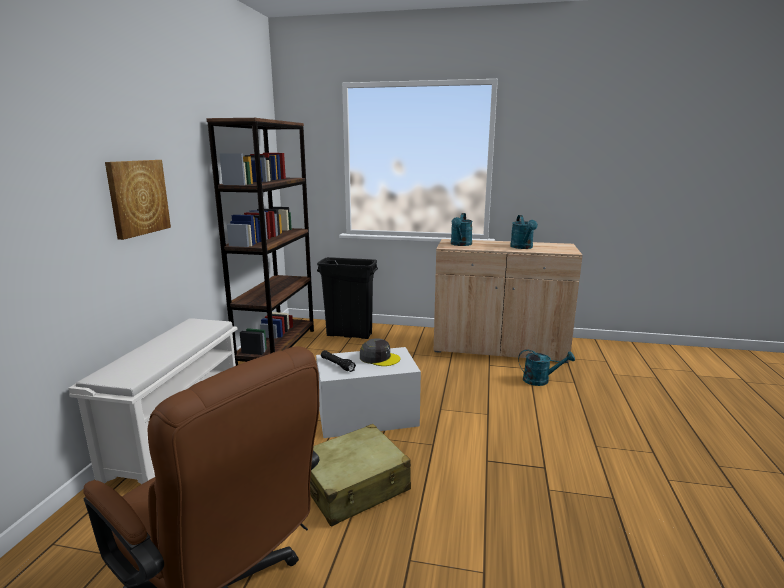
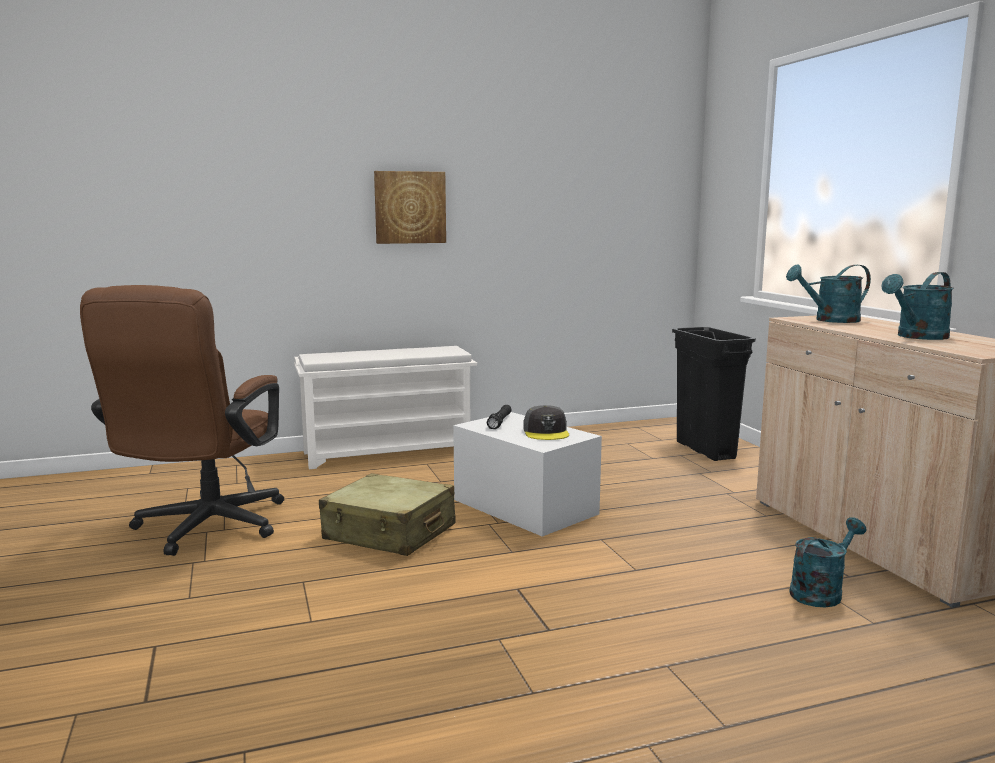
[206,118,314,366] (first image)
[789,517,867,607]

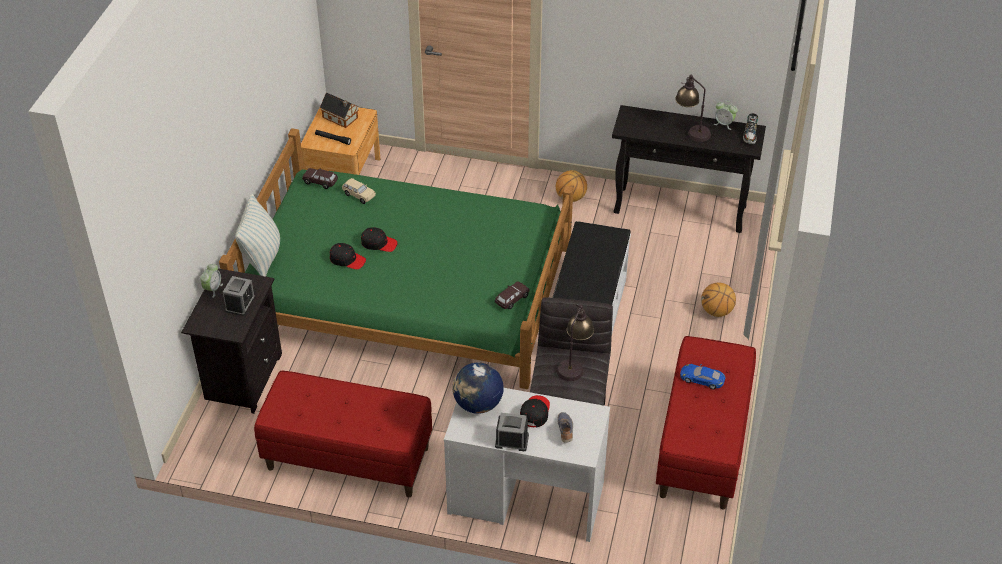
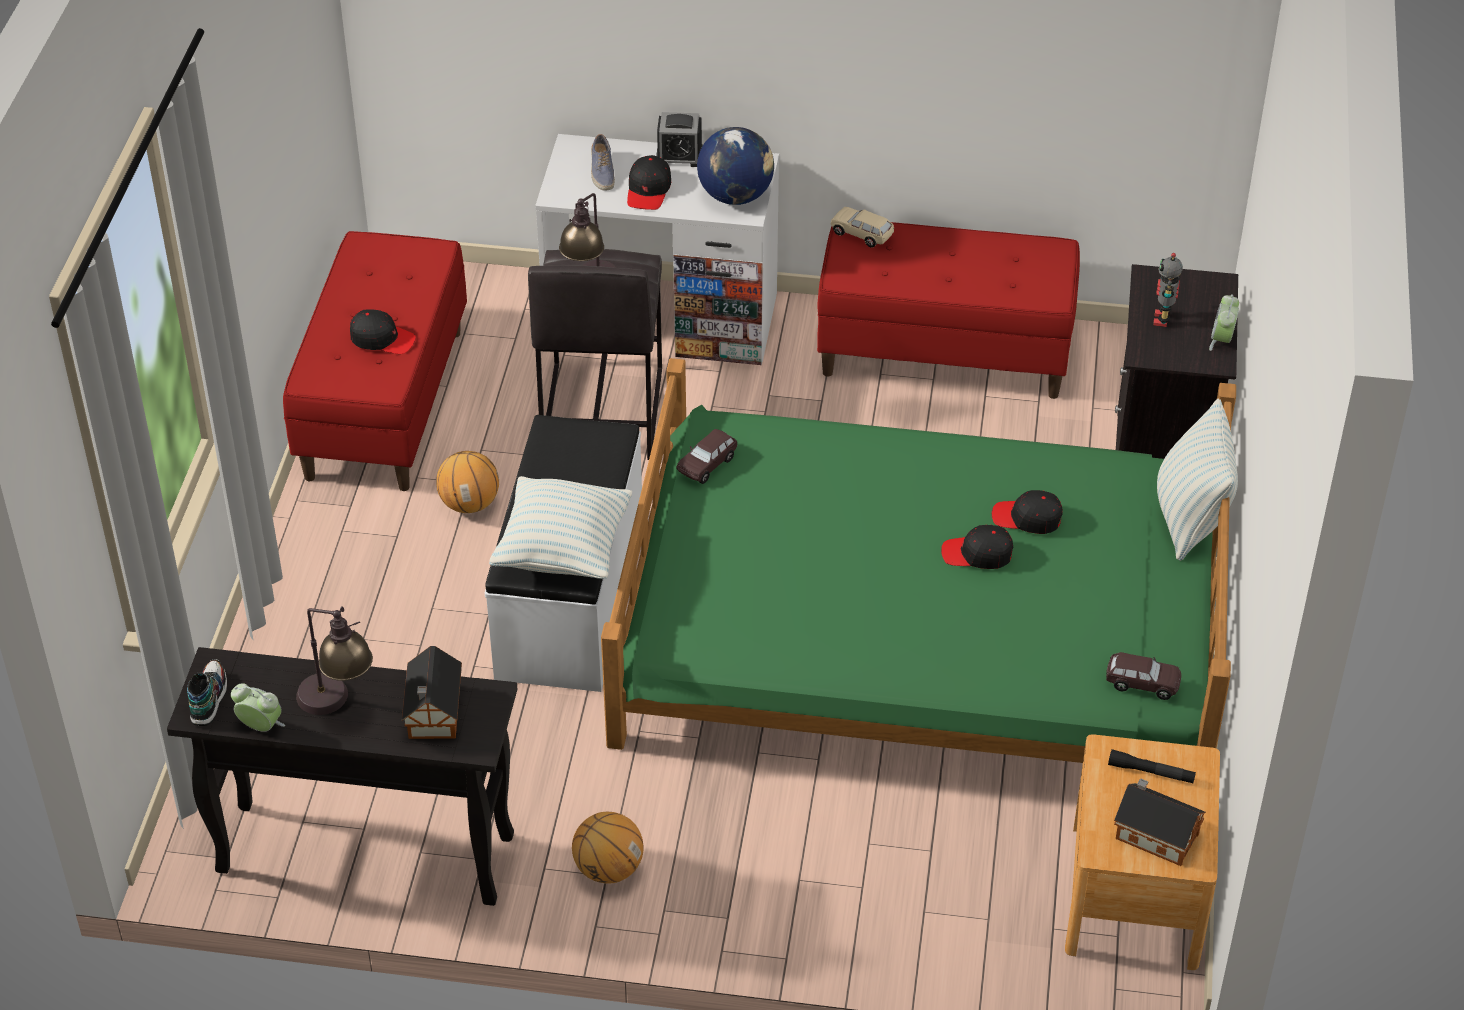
[1153,253,1183,327]
[831,207,894,248]
[350,309,416,354]
[436,451,499,513]
[402,646,462,739]
[489,476,632,579]

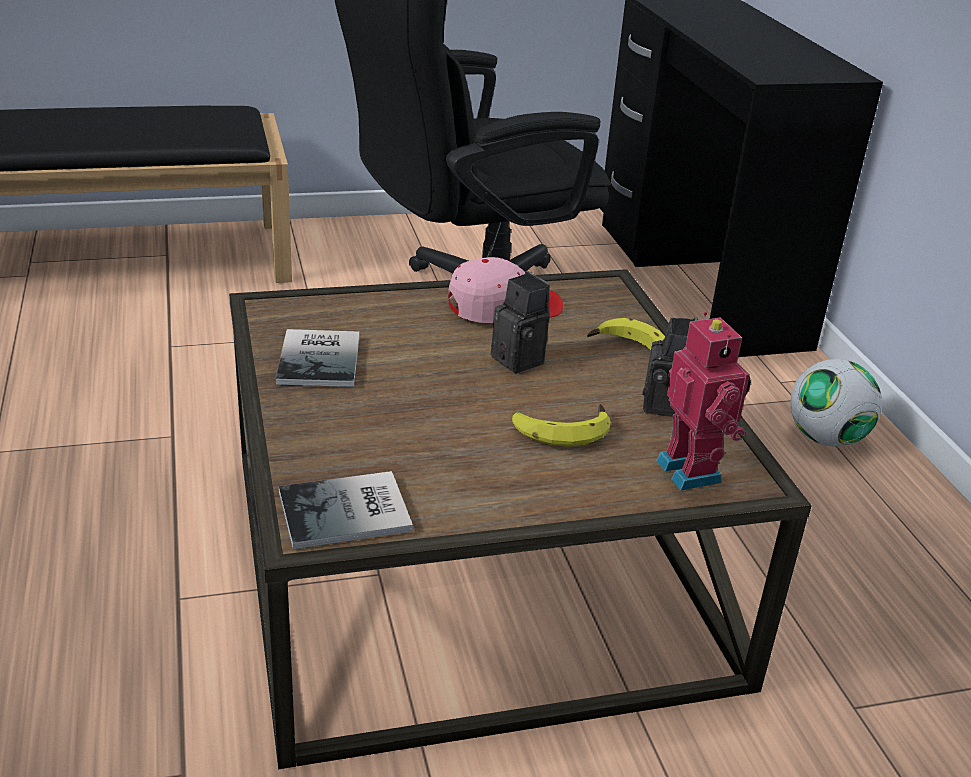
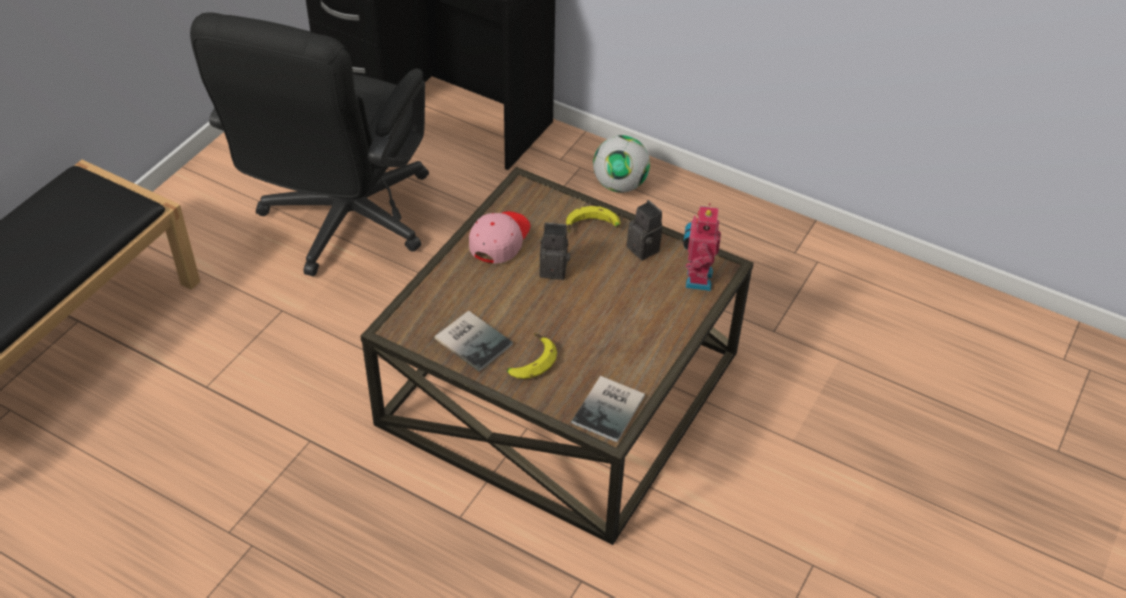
[507,333,557,379]
[683,203,721,291]

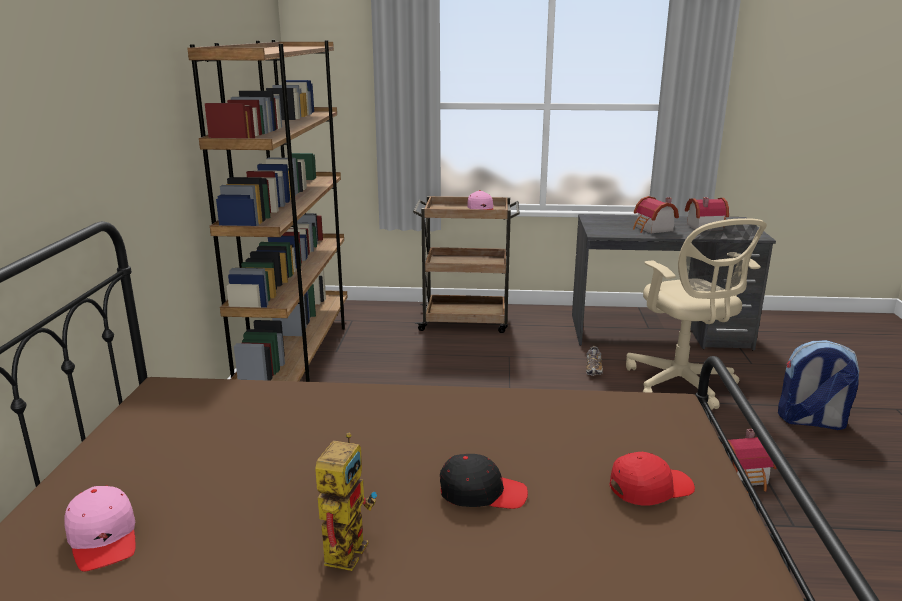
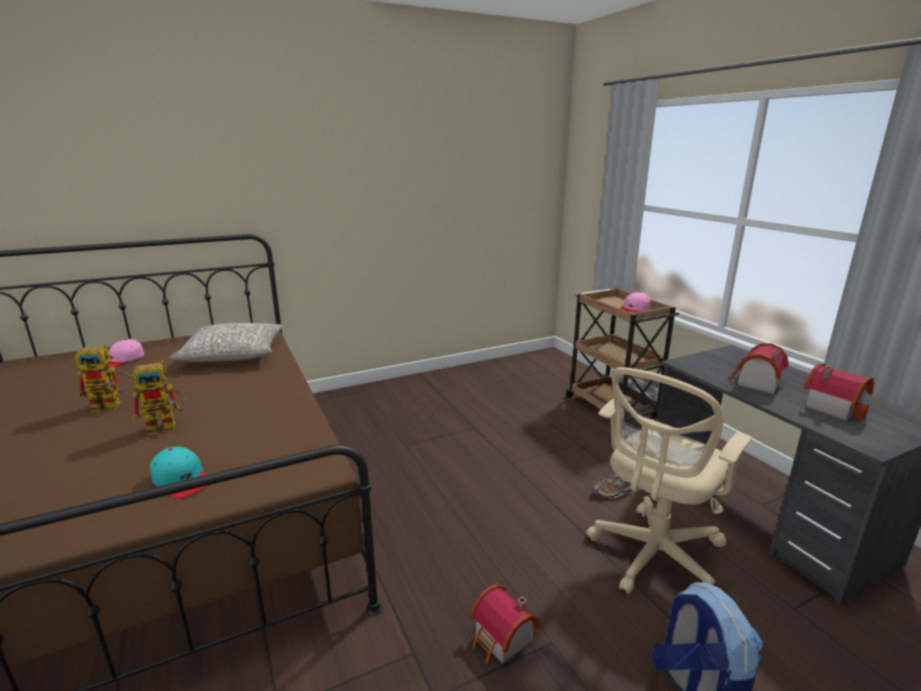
[187,40,348,382] (first image)
[131,361,186,436]
[150,447,209,499]
[170,323,284,362]

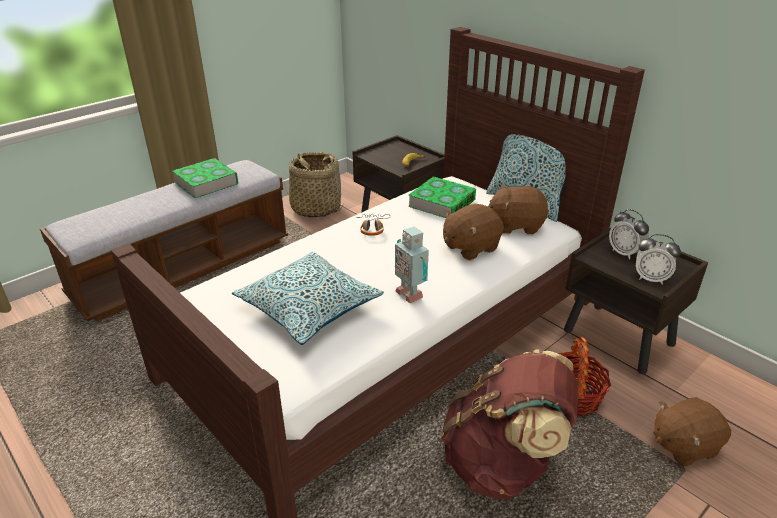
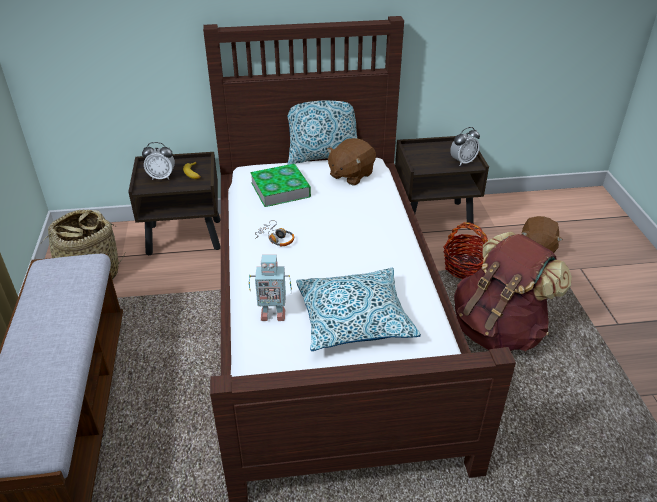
[172,158,238,198] (first image)
[249,255,292,321]
[443,204,504,260] (first image)
[142,142,175,180]

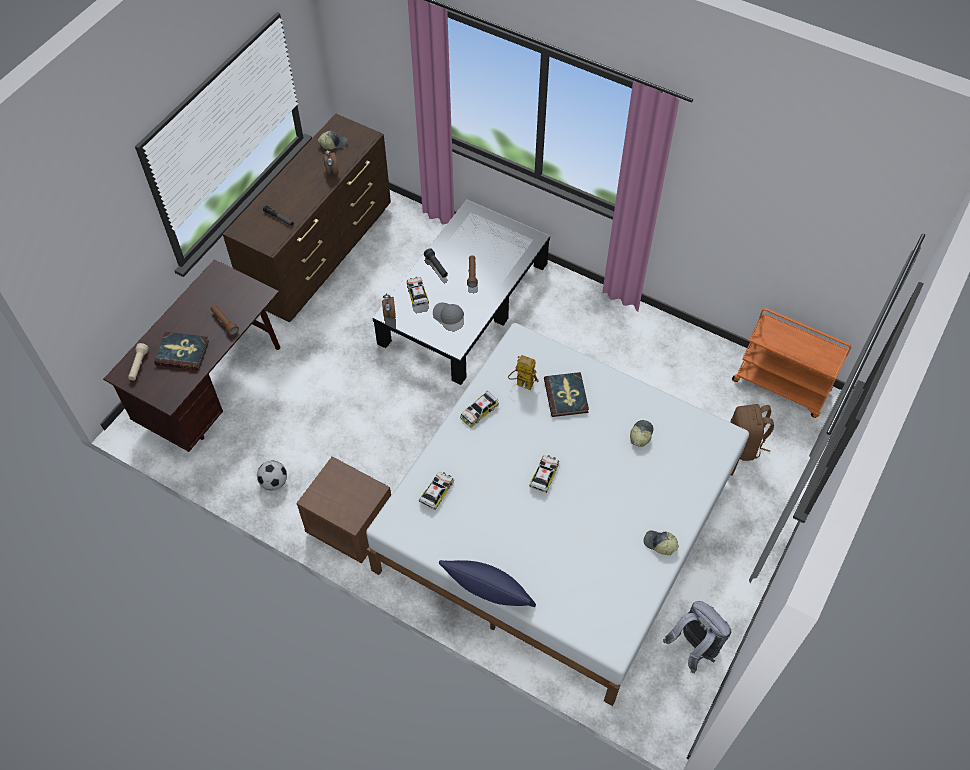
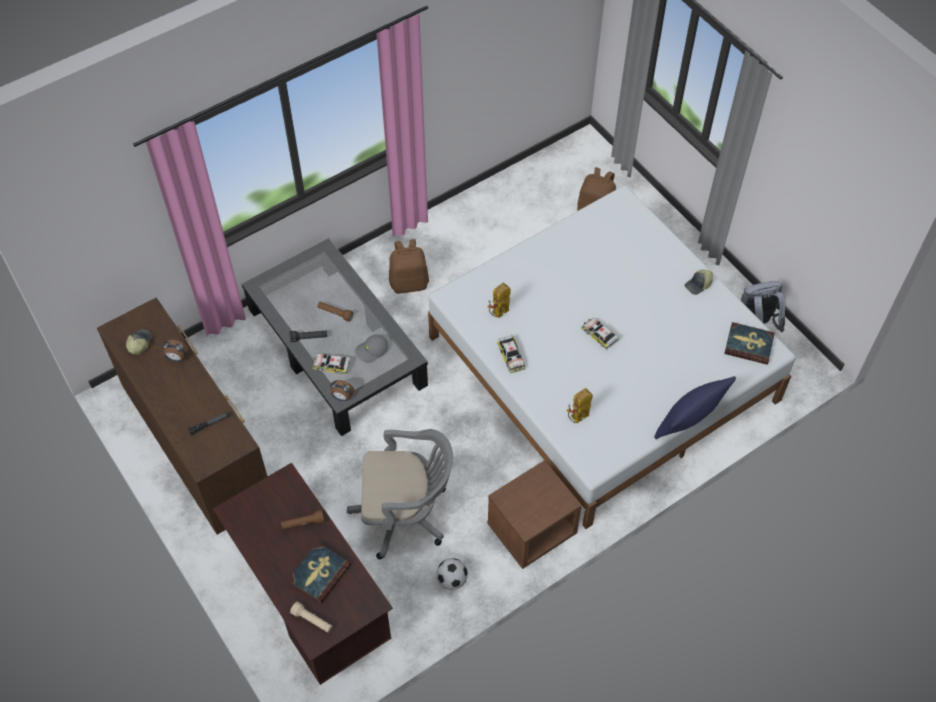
[567,388,593,423]
[724,322,775,365]
[630,420,653,447] (first image)
[732,308,851,418] (first image)
[347,429,453,559]
[389,239,429,294]

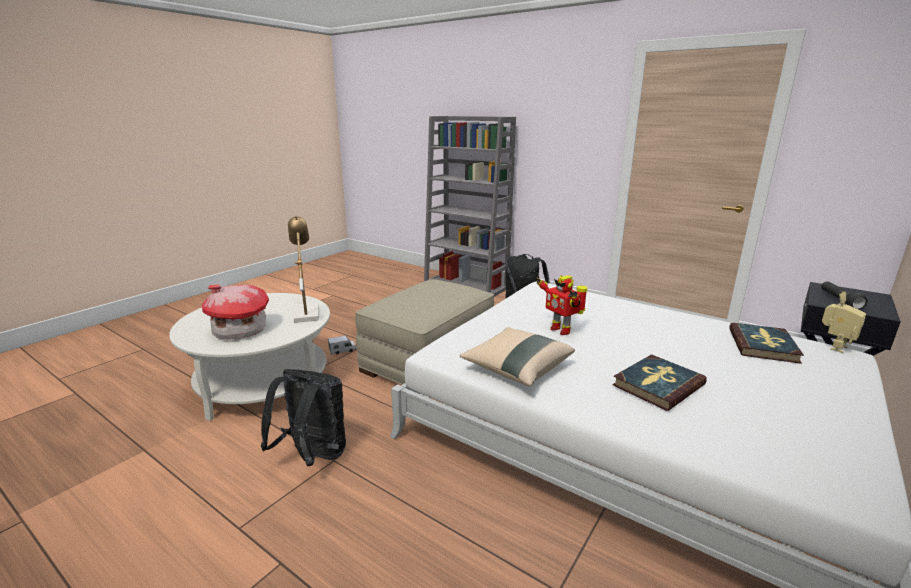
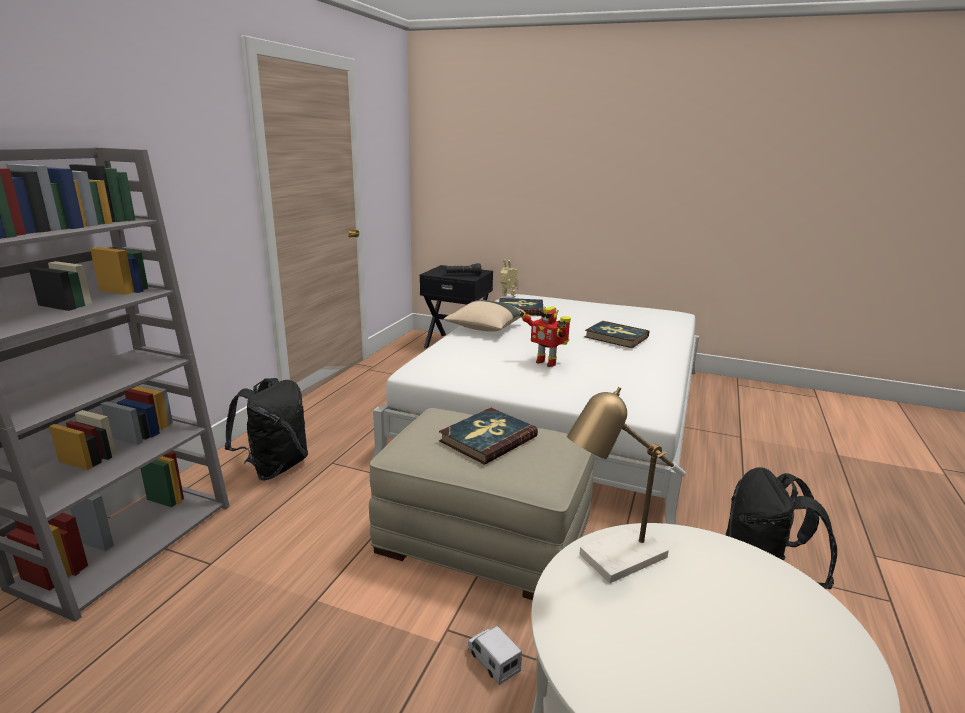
[202,284,269,339] (first image)
[444,300,526,332]
[520,306,571,367]
[439,408,538,465]

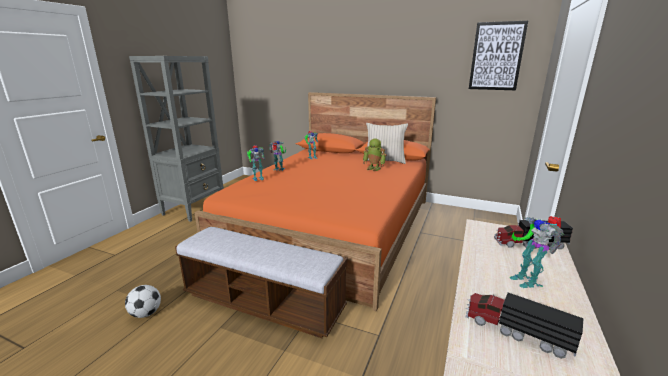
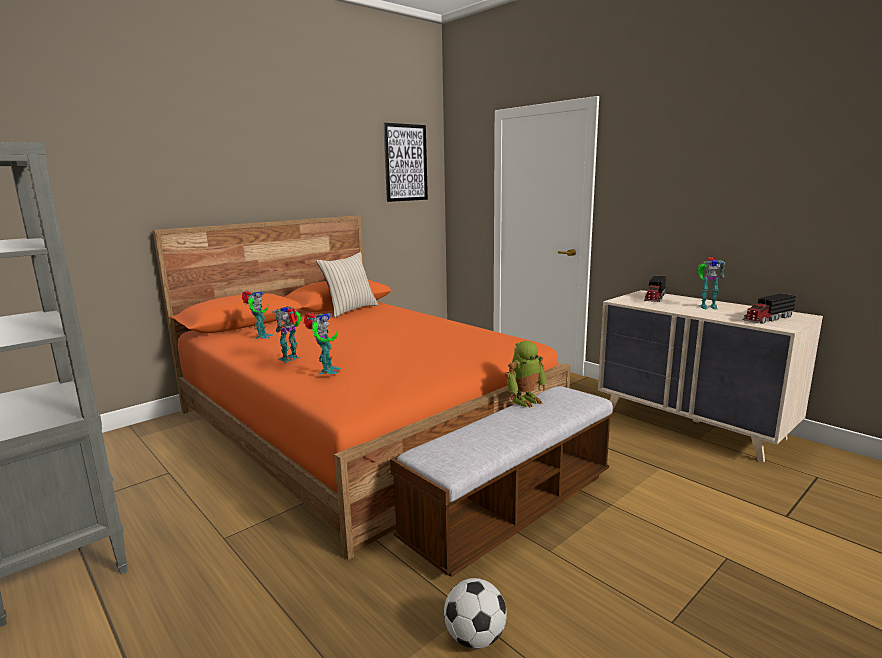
[505,341,547,408]

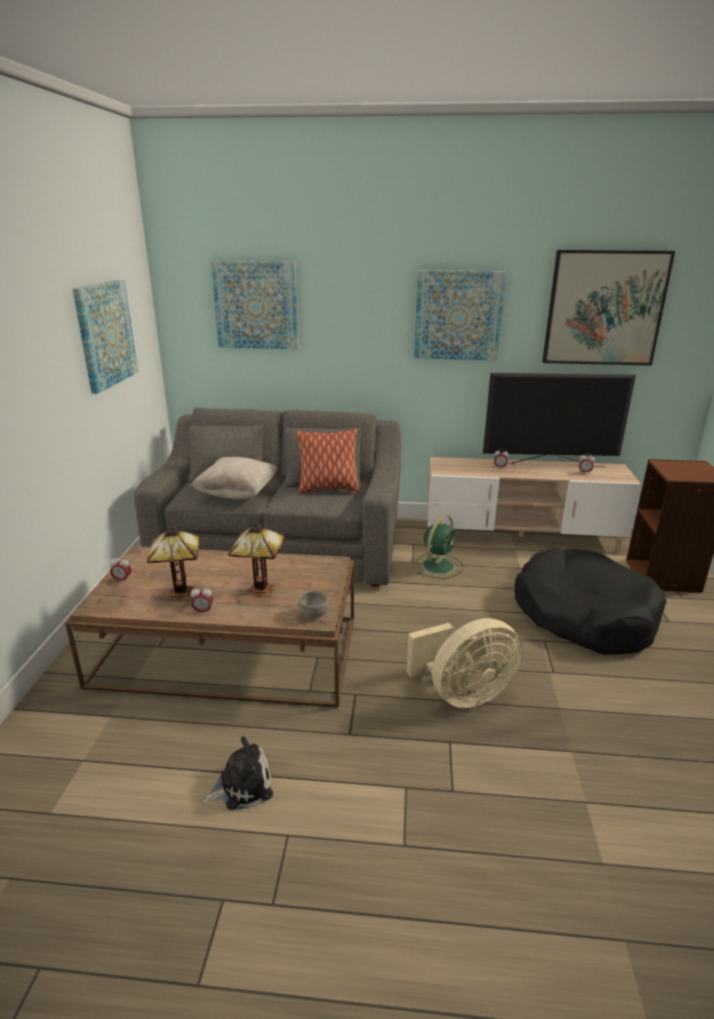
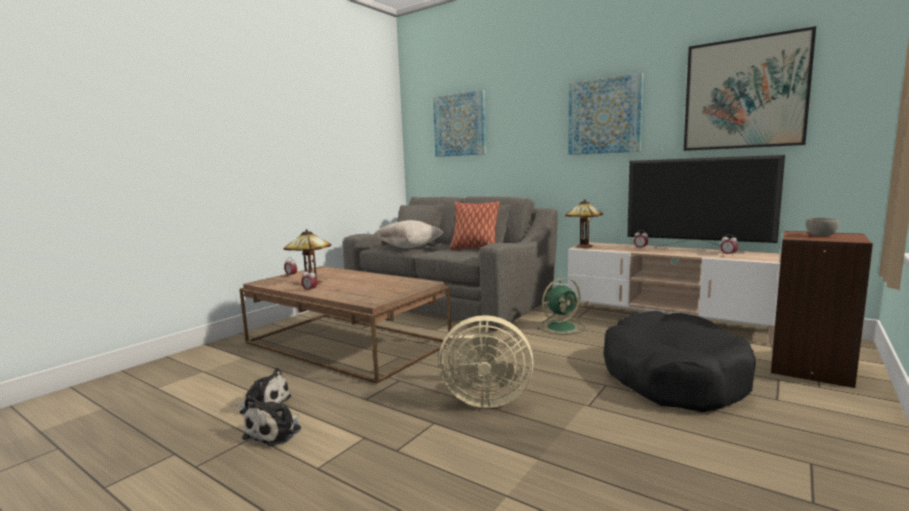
[73,279,138,394] (first image)
[565,199,603,248]
[806,218,839,236]
[242,396,301,446]

